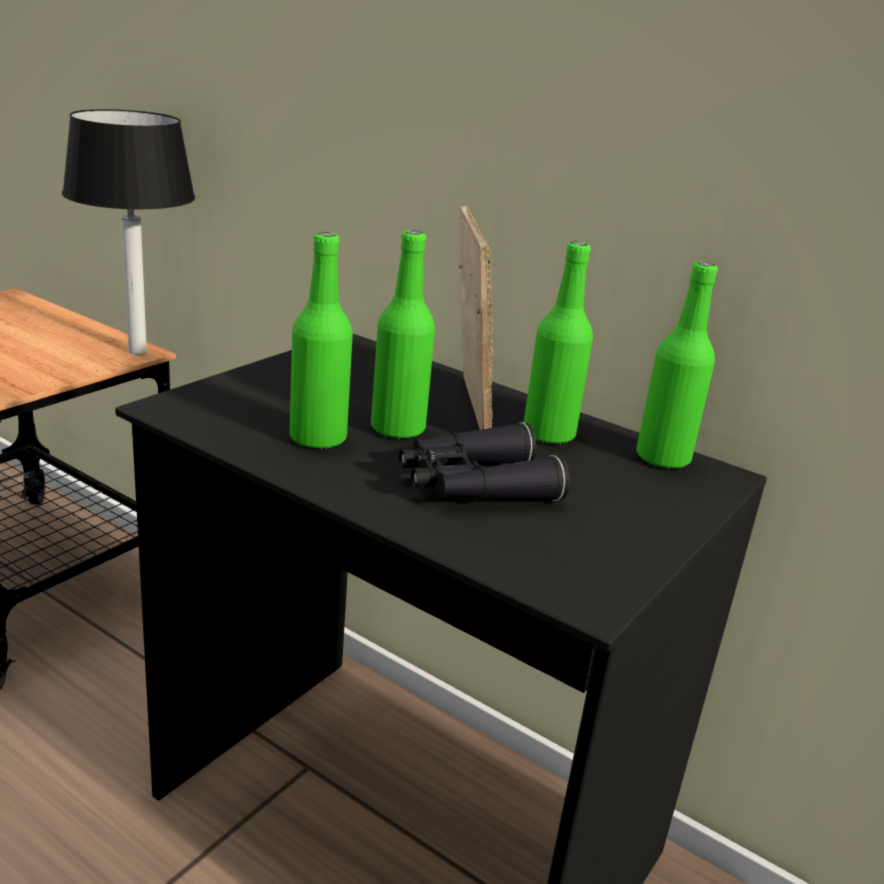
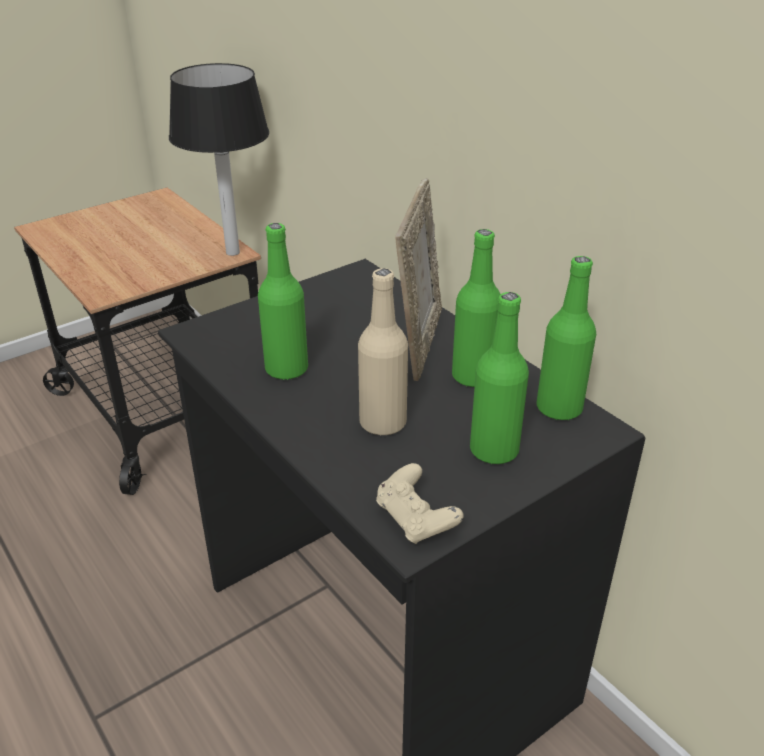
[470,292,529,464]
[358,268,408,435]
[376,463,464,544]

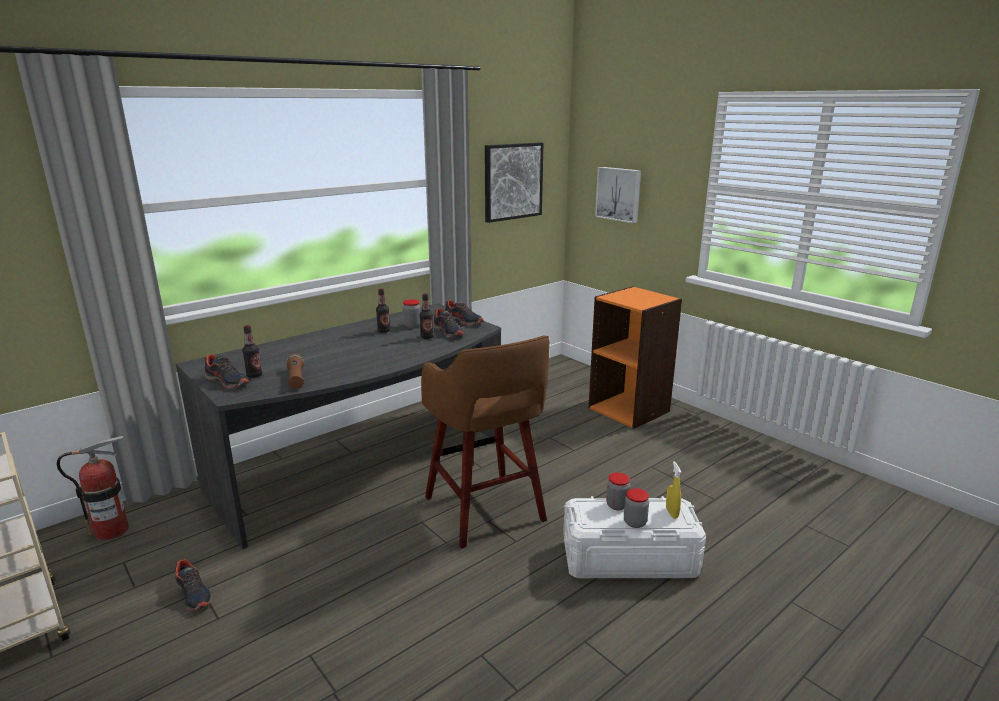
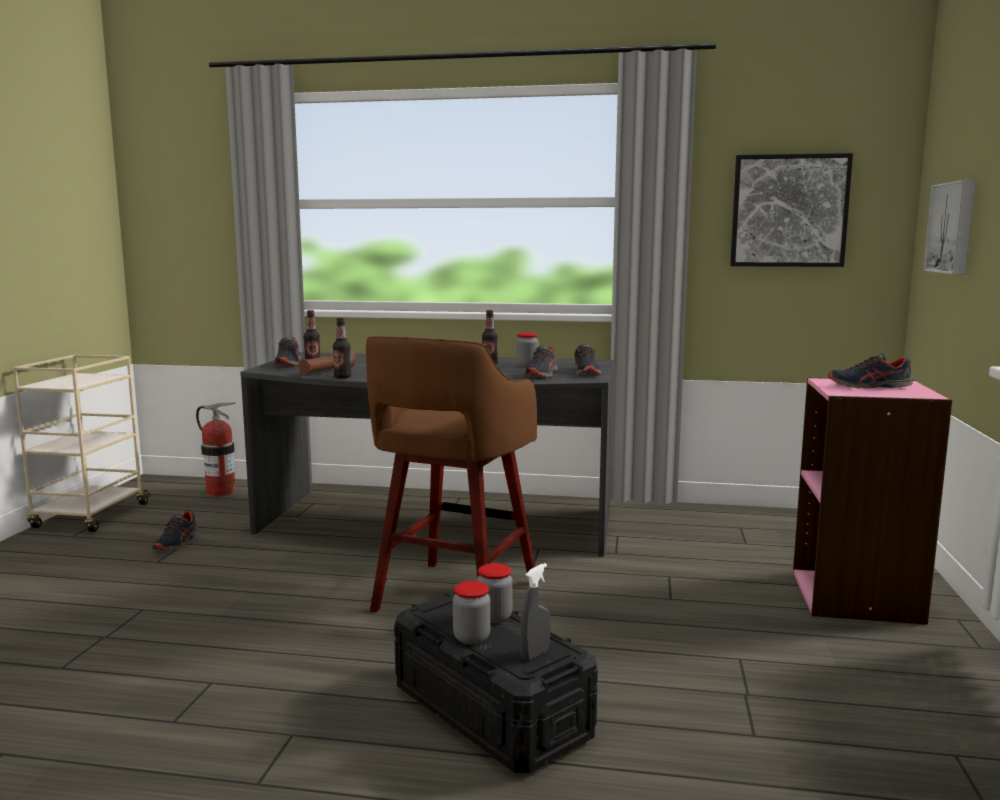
[333,318,351,379]
[394,592,598,774]
[793,377,952,625]
[520,563,551,661]
[828,354,913,389]

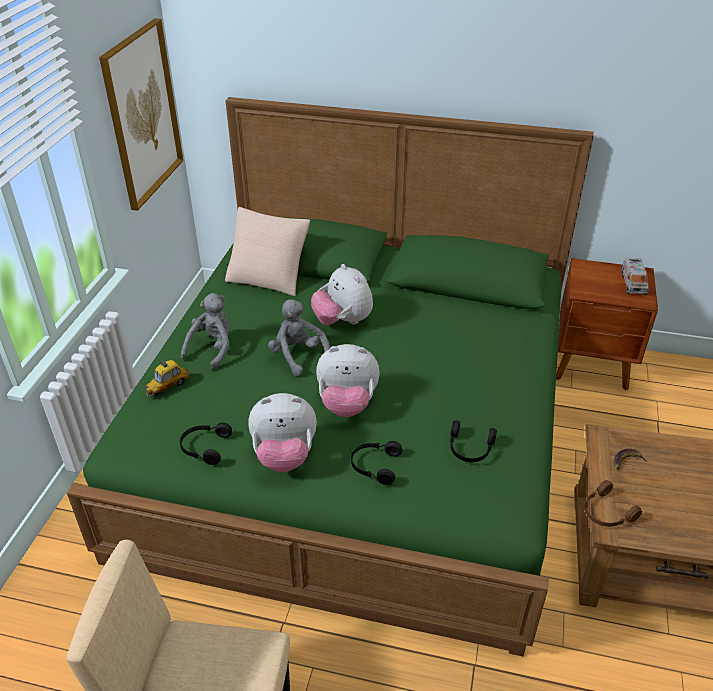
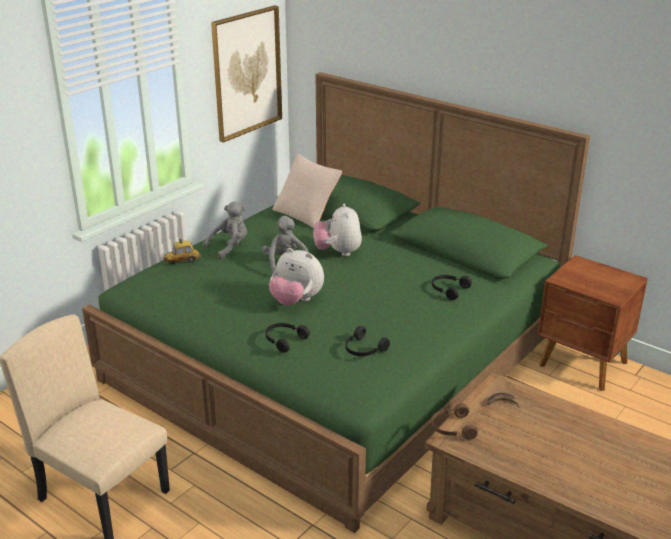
[432,275,472,300]
[248,393,317,472] (first image)
[621,258,649,295] (first image)

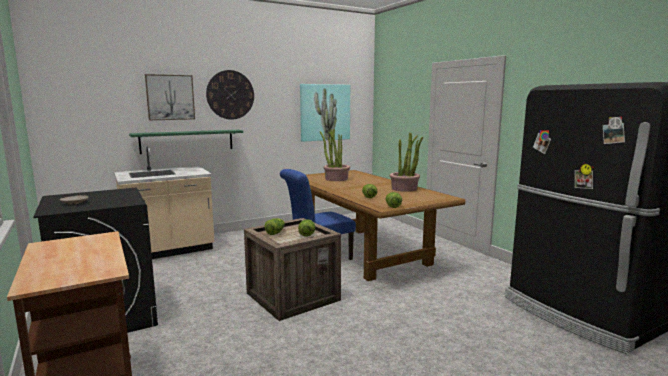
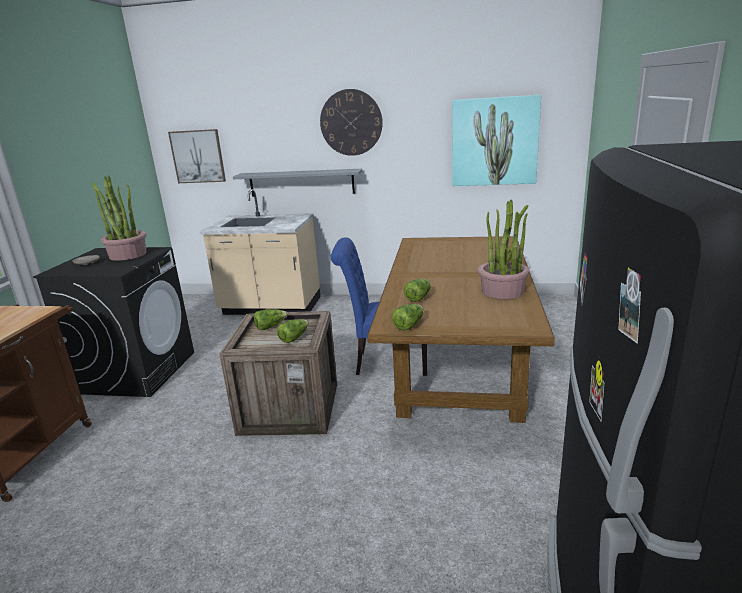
[233,169,362,197]
[168,129,226,183]
[91,175,147,261]

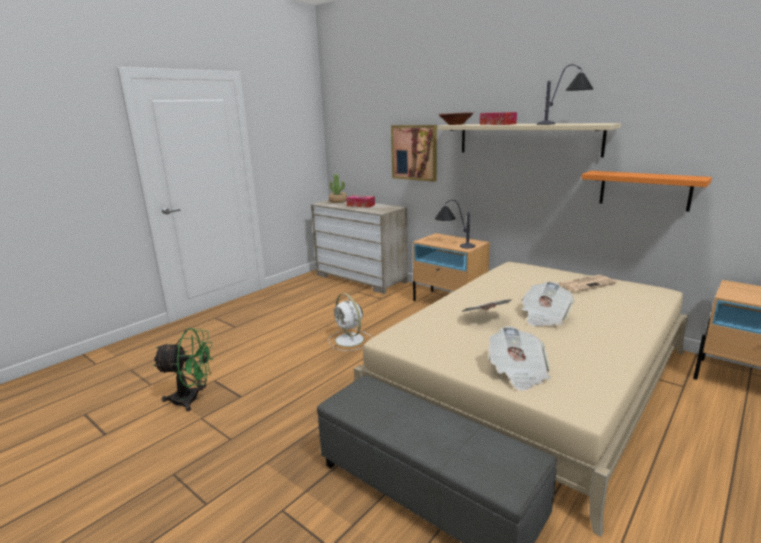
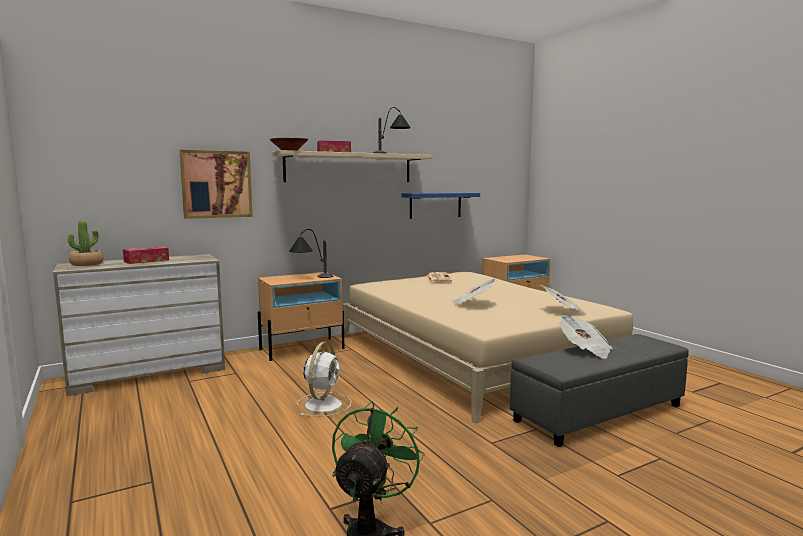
[297,342,352,416]
[559,315,613,359]
[401,193,480,219]

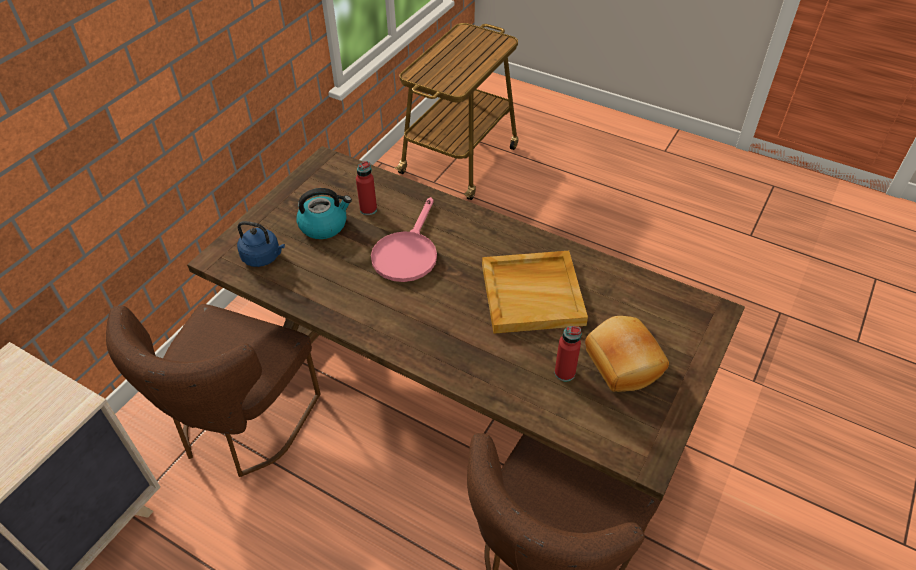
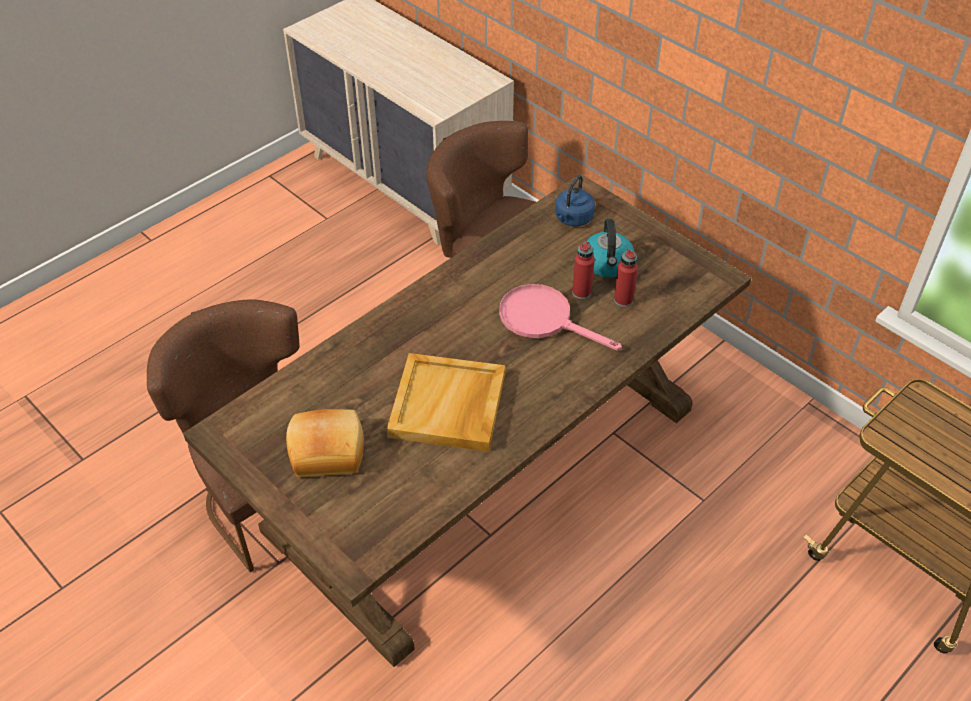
[572,241,595,299]

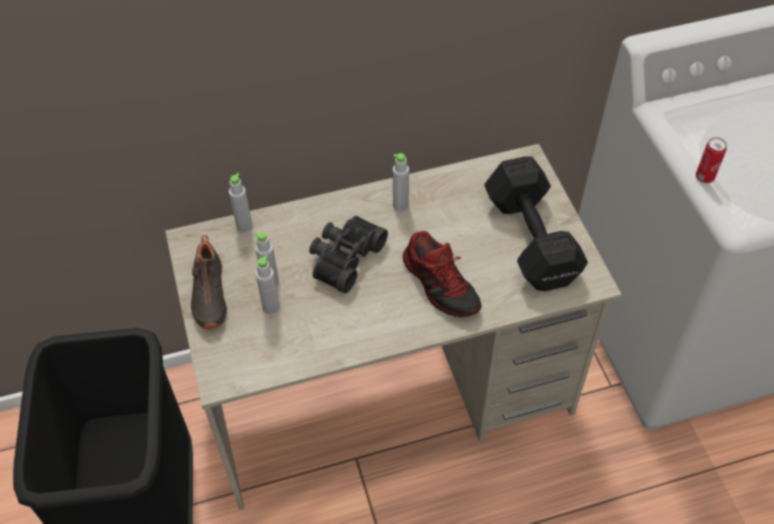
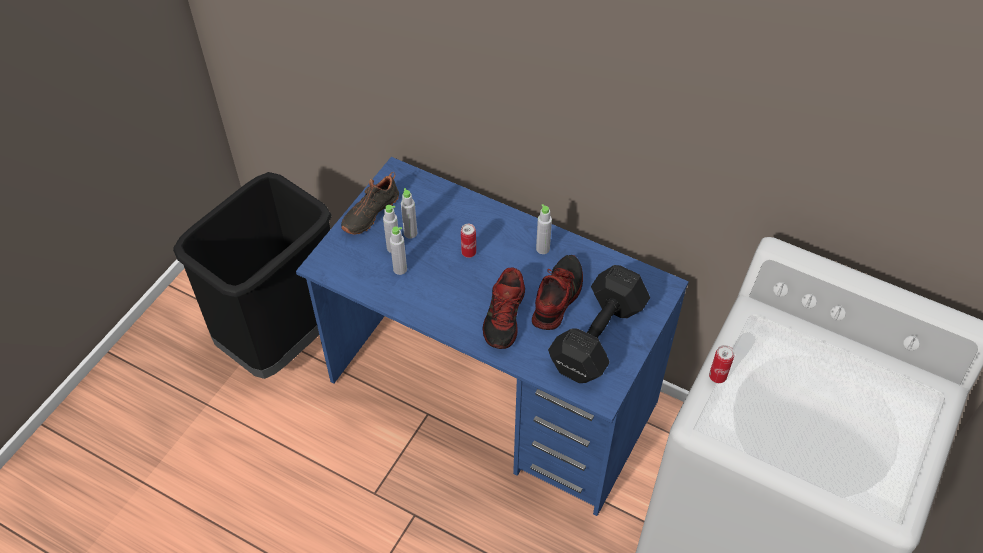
[296,157,689,516]
[390,226,407,275]
[461,224,476,258]
[532,255,583,330]

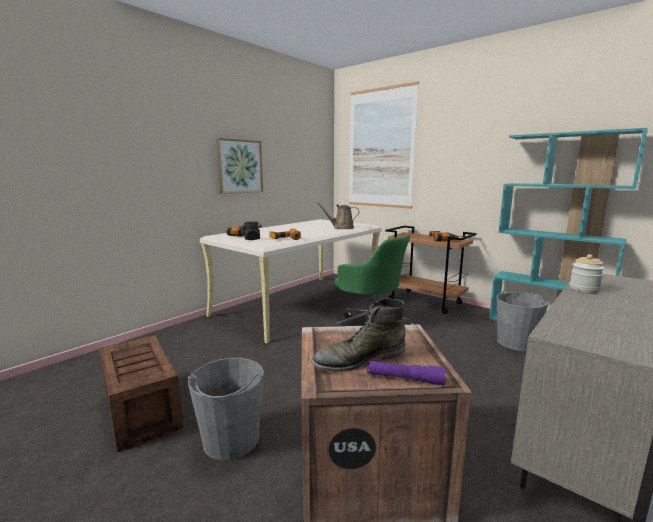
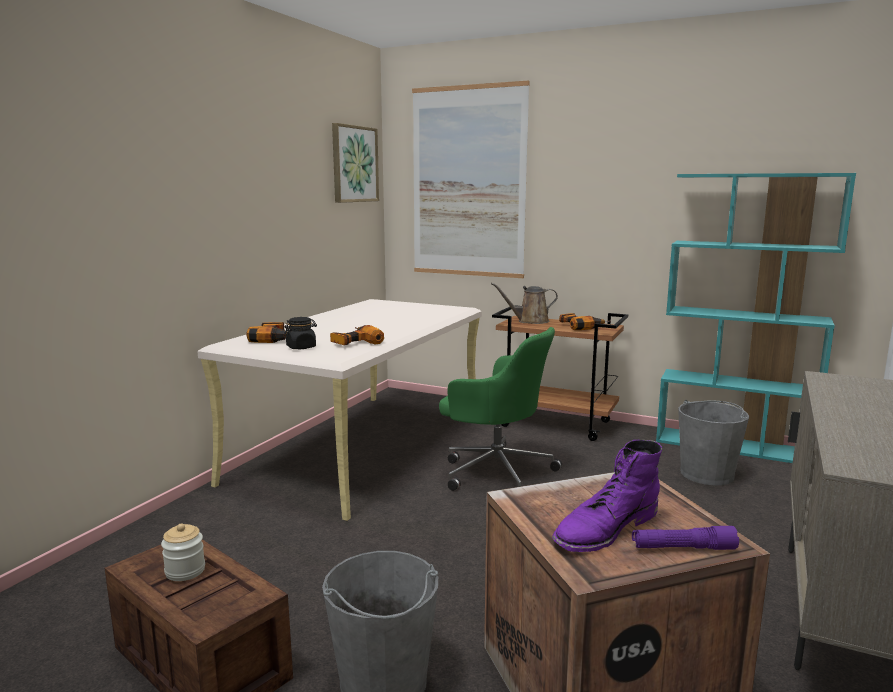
[332,123,379,203]
[552,440,662,552]
[491,283,558,324]
[161,524,205,581]

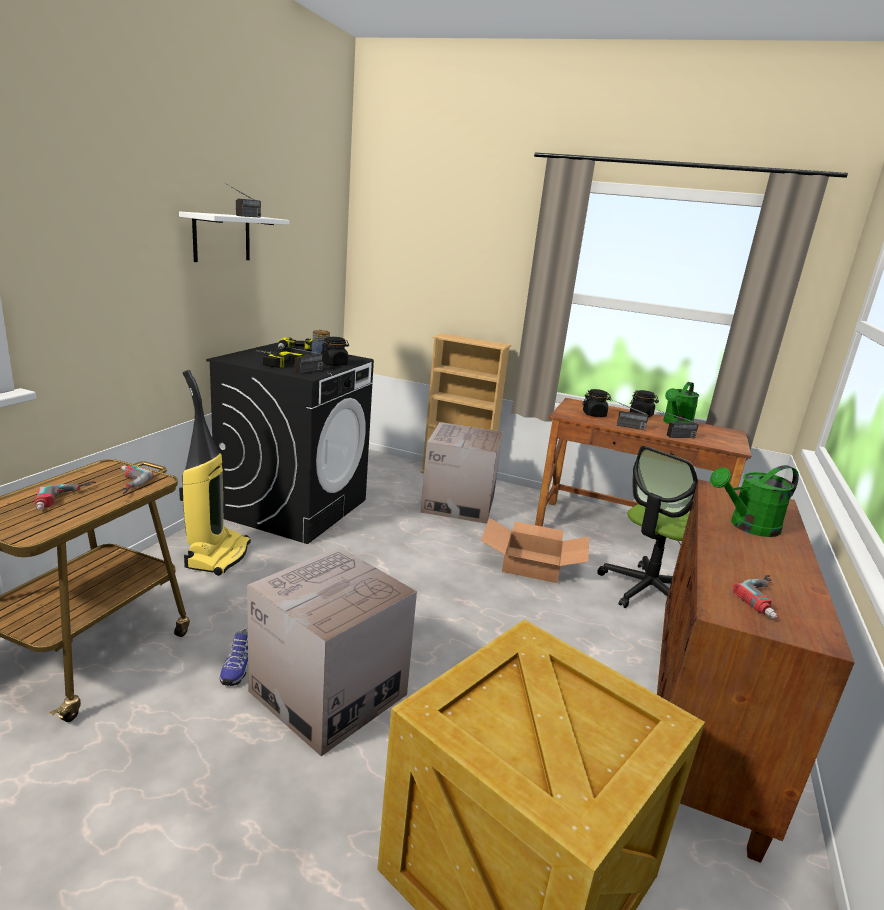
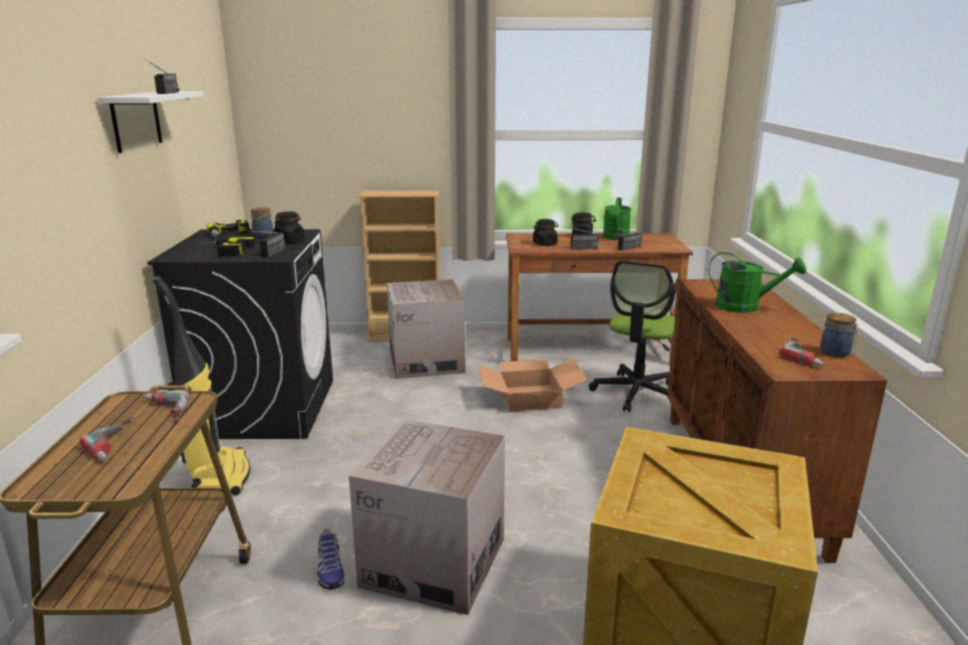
[709,252,807,313]
[820,313,858,357]

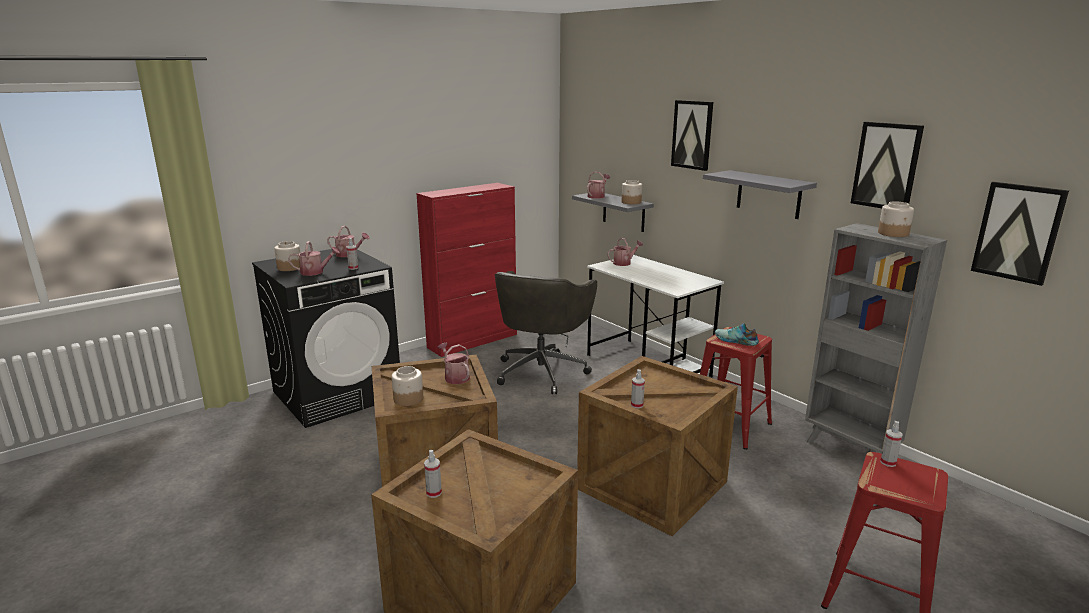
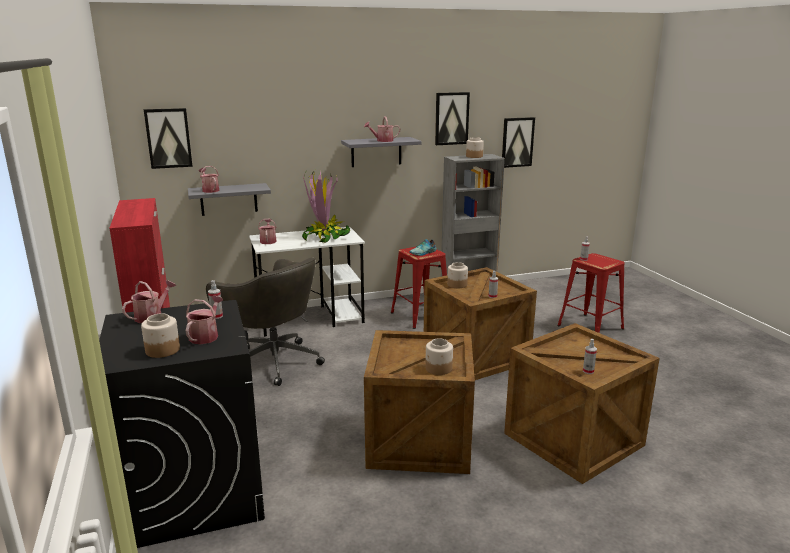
[364,117,400,142]
[447,262,468,288]
[144,108,193,169]
[302,171,350,243]

